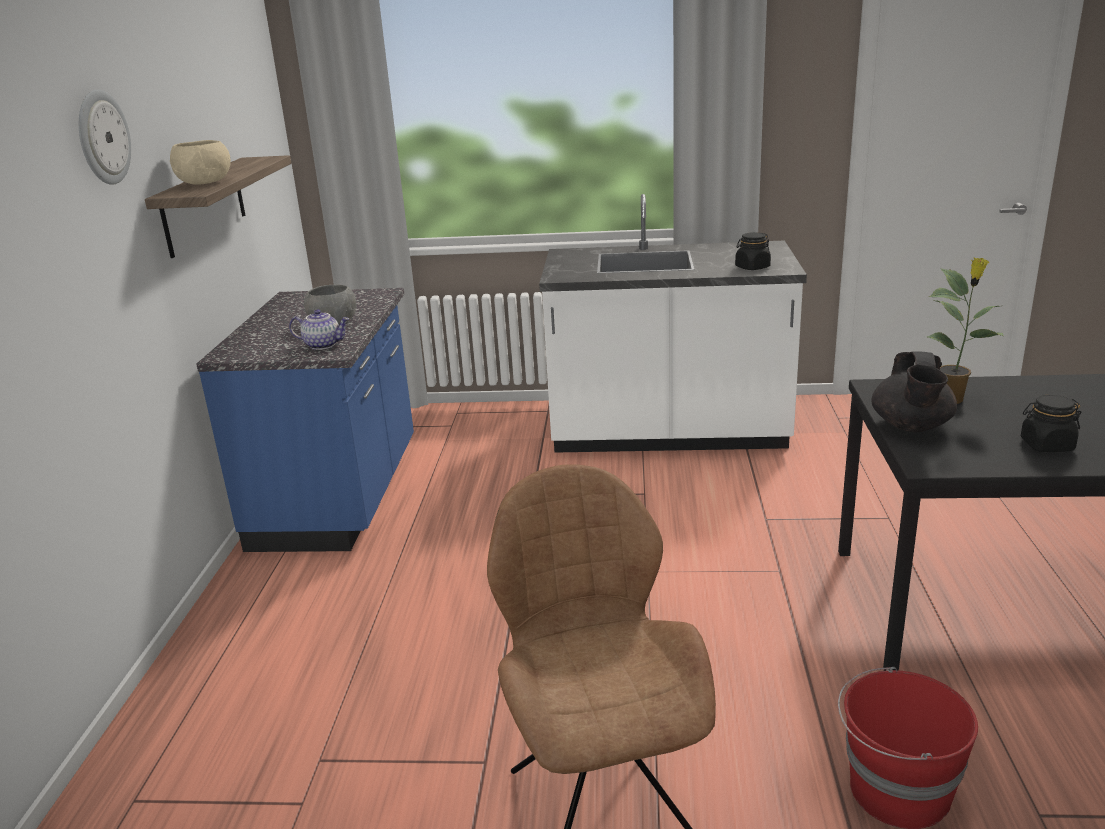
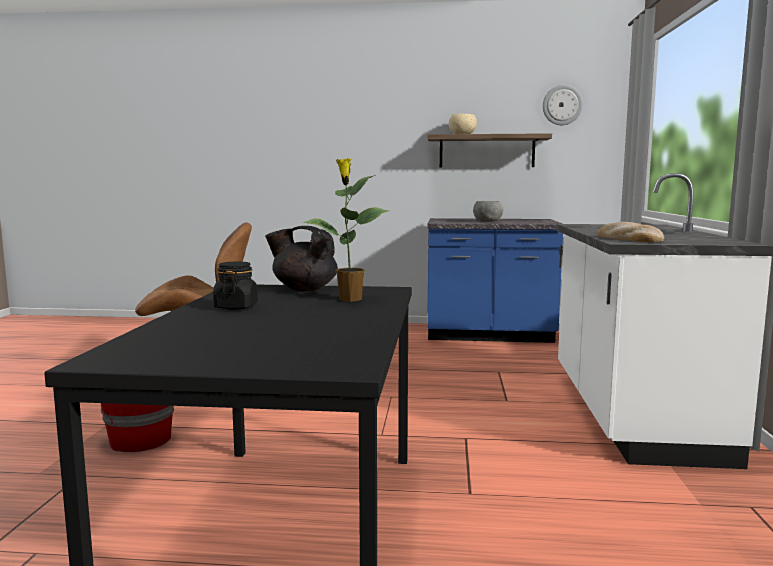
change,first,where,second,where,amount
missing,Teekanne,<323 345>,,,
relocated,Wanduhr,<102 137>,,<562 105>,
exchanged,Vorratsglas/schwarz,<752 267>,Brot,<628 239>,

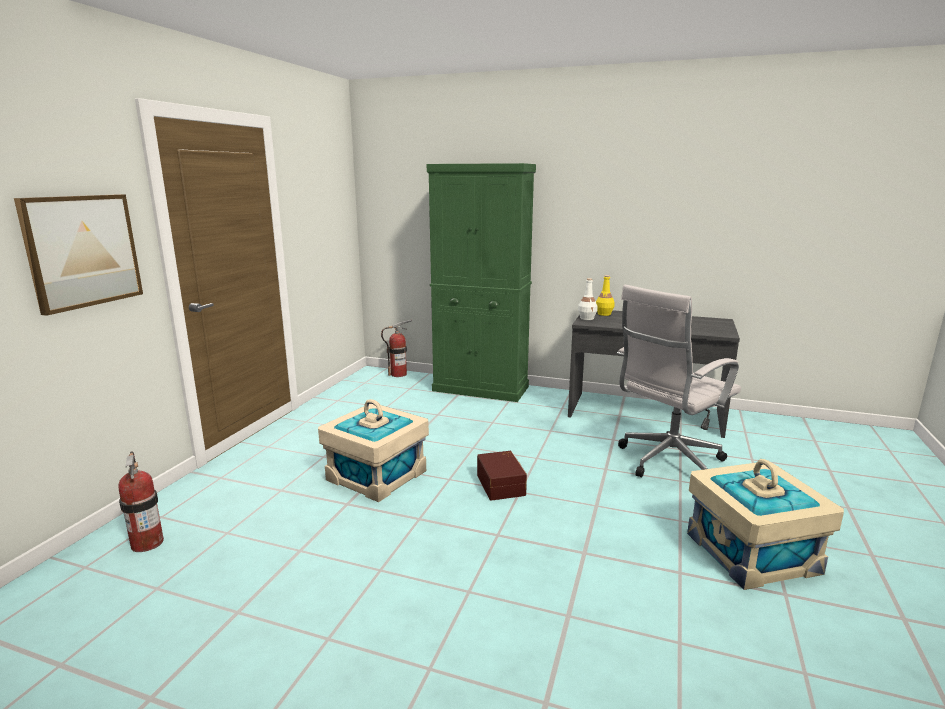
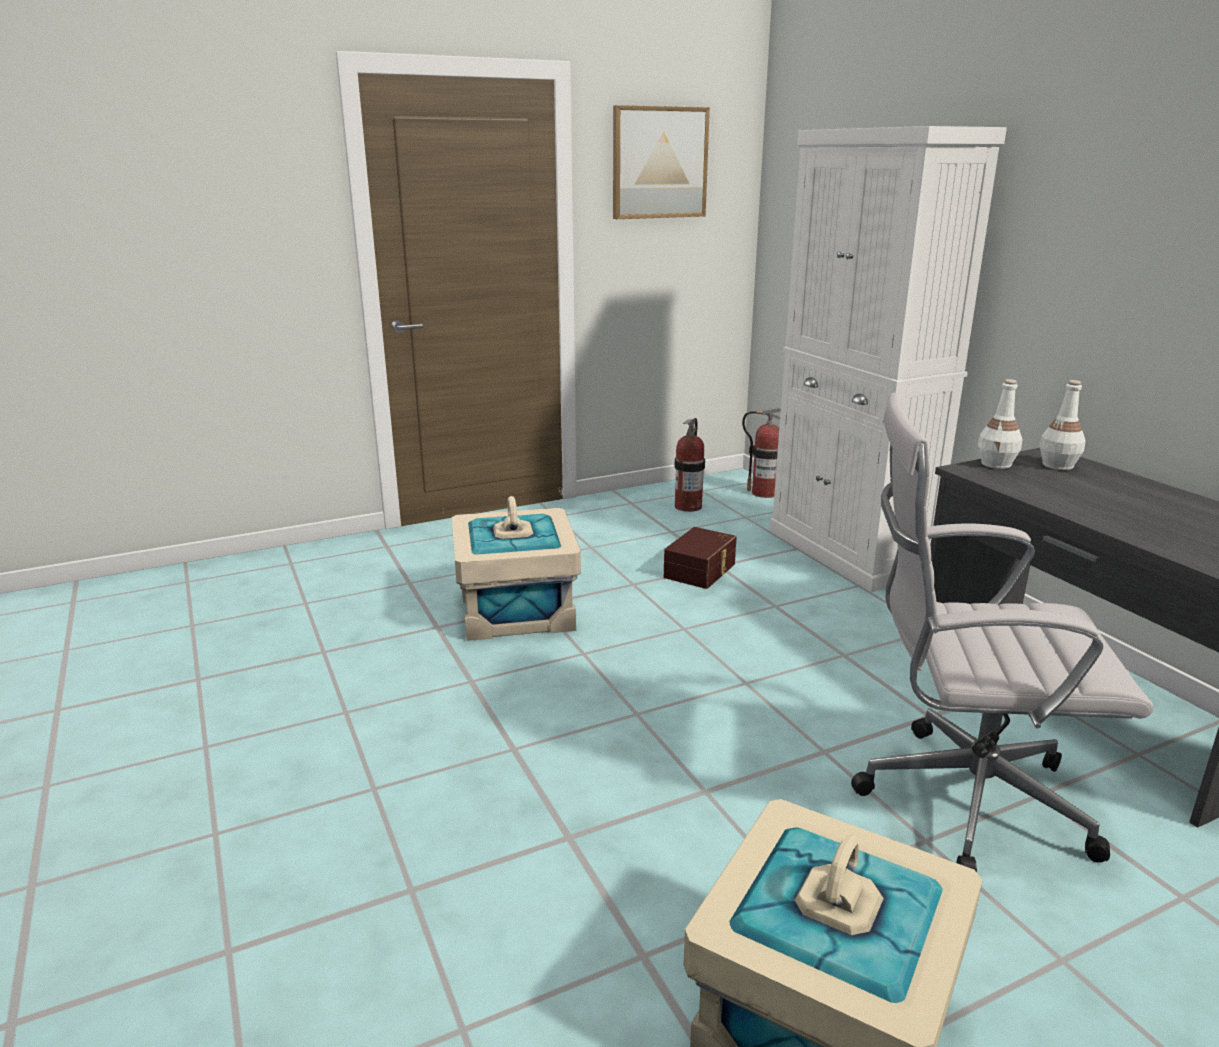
change,first,where,second,where,amount
relocated,Bild,<82 251>,,<659 163>,
relocated,Feuerlöscher,<147 543>,,<688 506>,
relocated,Aufbewahrungsbox/braun,<502 484>,,<701 571>,
colour,Schrank/grün,<481 389>,Schrank/weiß,<848 552>,
colour,Flasche/gelb,<604 314>,Flasche/weiß,<1057 465>,

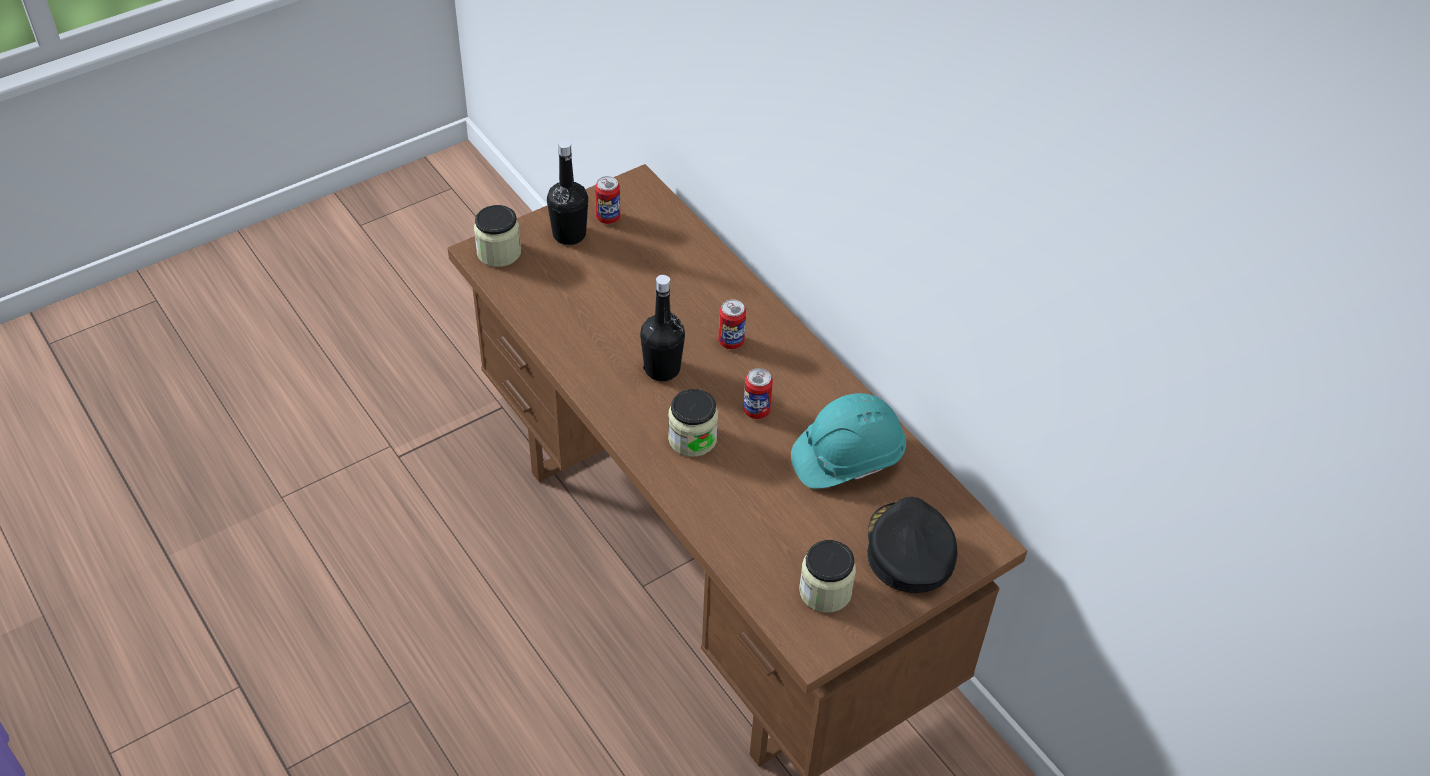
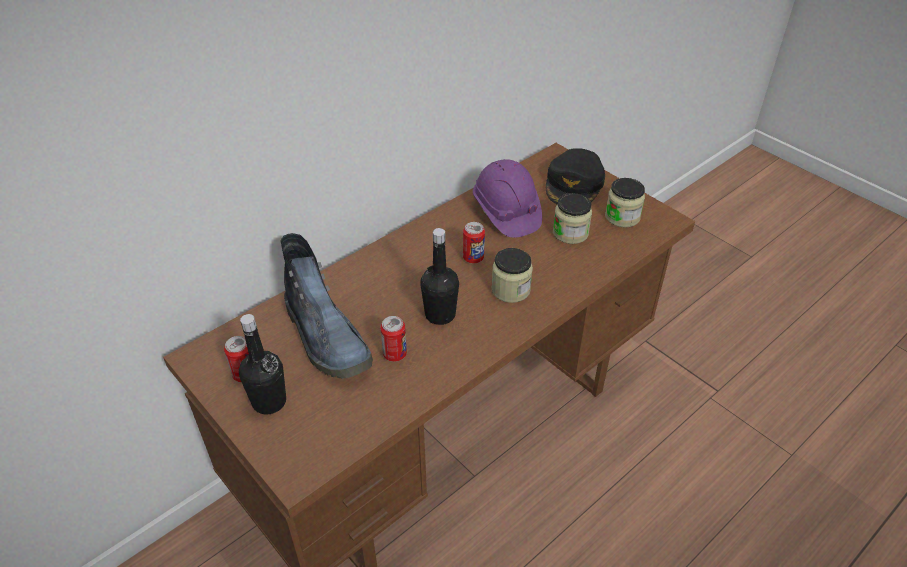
change,first,where,second,where,amount
appeared,,,Stiefel,<328 338>,
relocated,Vorratsglas,<499 252>,,<570 233>,
relocated,Dose,<731 342>,,<395 354>,
colour,Schutzhelm/türkis,<847 458>,Schutzhelm/lila,<506 212>,
spun,Kappe/schwarz,<908 550>,,<574 184>,60 degrees counterclockwise

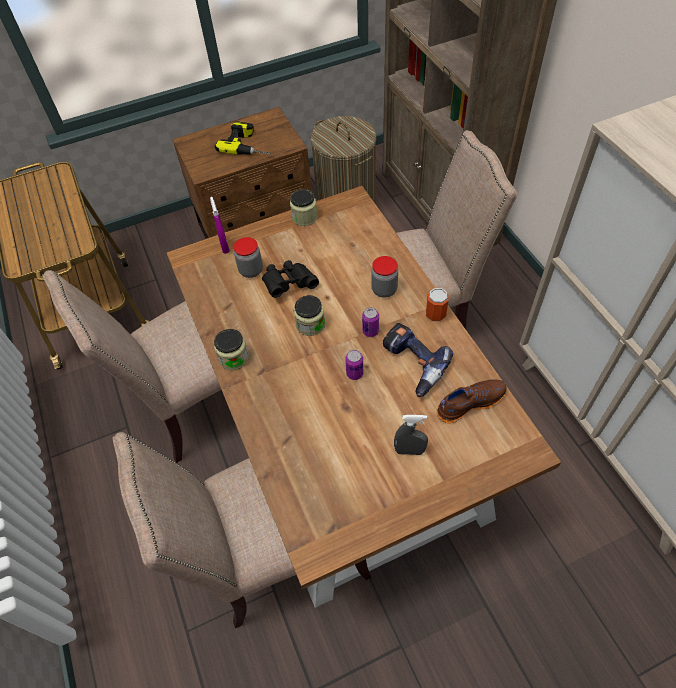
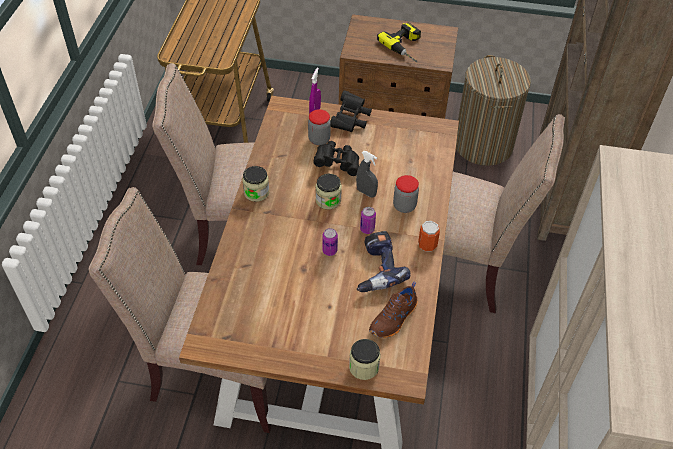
change,first,where,second,where,amount
appeared,,,Fernglas/schwarz,<350 120>,
relocated,Vorratsglas,<304 217>,,<364 367>,
relocated,Sprühflasche/grau,<409 451>,,<366 192>,
spun,Schuh/braun,<469 403>,,<394 319>,120 degrees clockwise

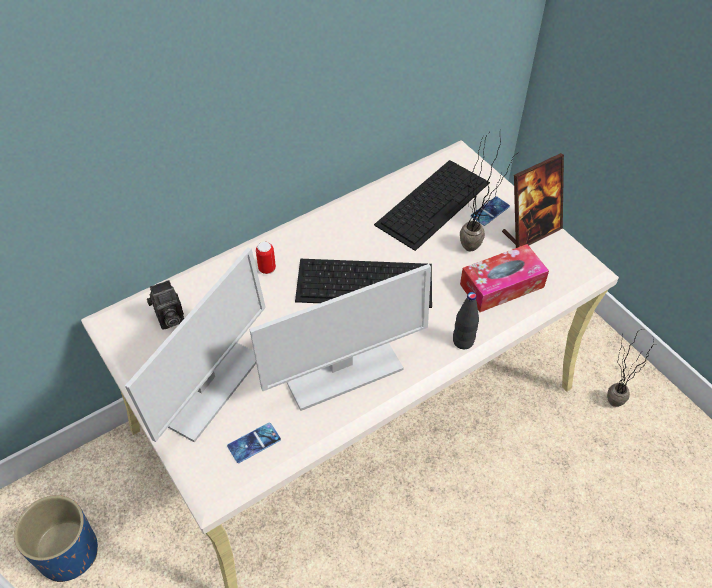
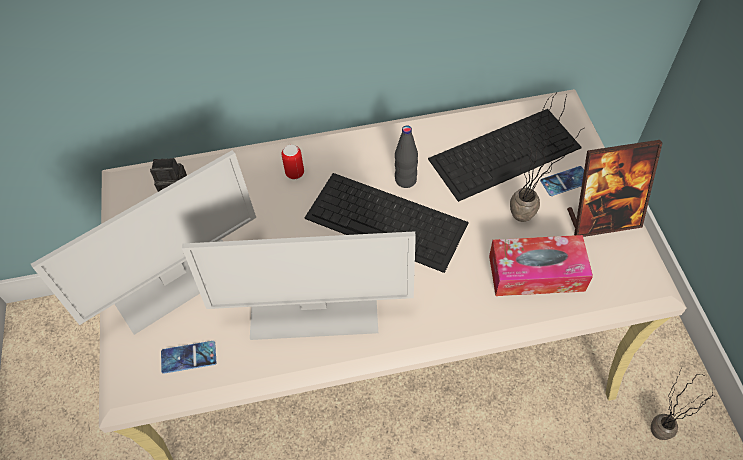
change,first,where,second,where,amount
missing,Pflanzkübel/blau,<68 553>,,,
relocated,Flasche/schwarz,<463 341>,,<405 180>,

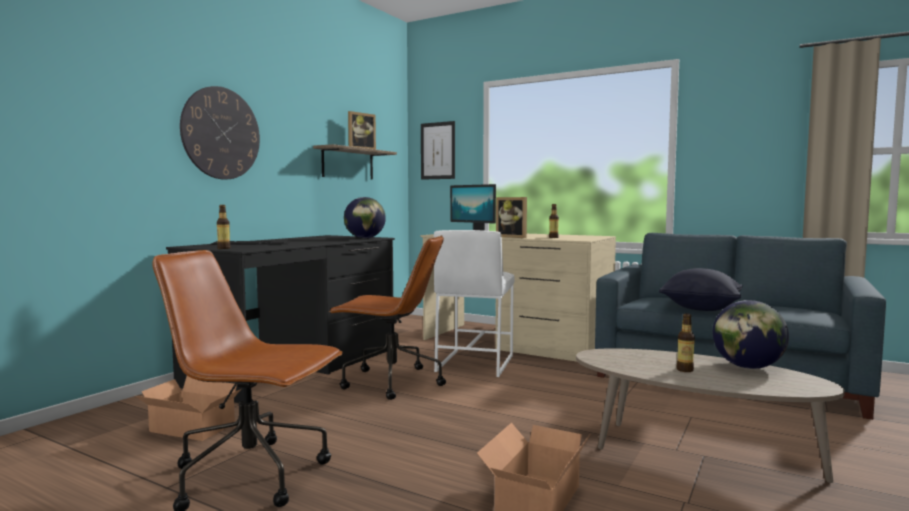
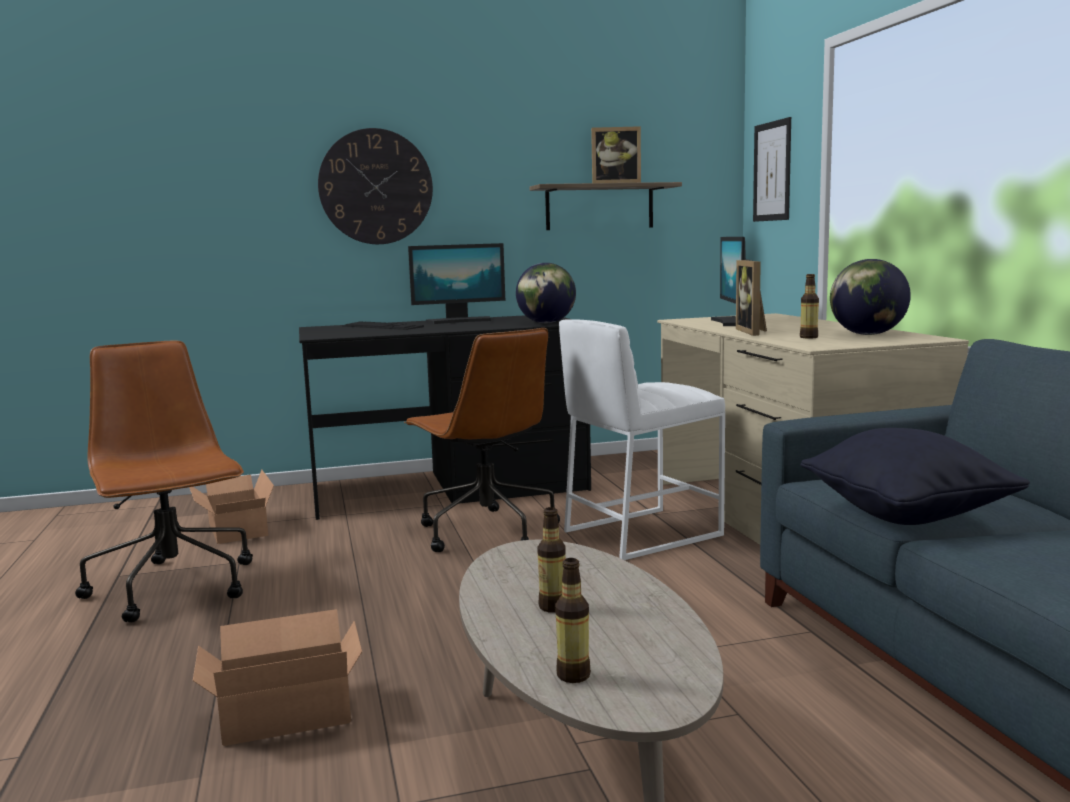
change,first,where,second,where,amount
appeared,,,Monitor,<459 321>,
relocated,Flasche,<223 248>,,<573 675>,
relocated,Globus,<747 367>,,<867 334>,

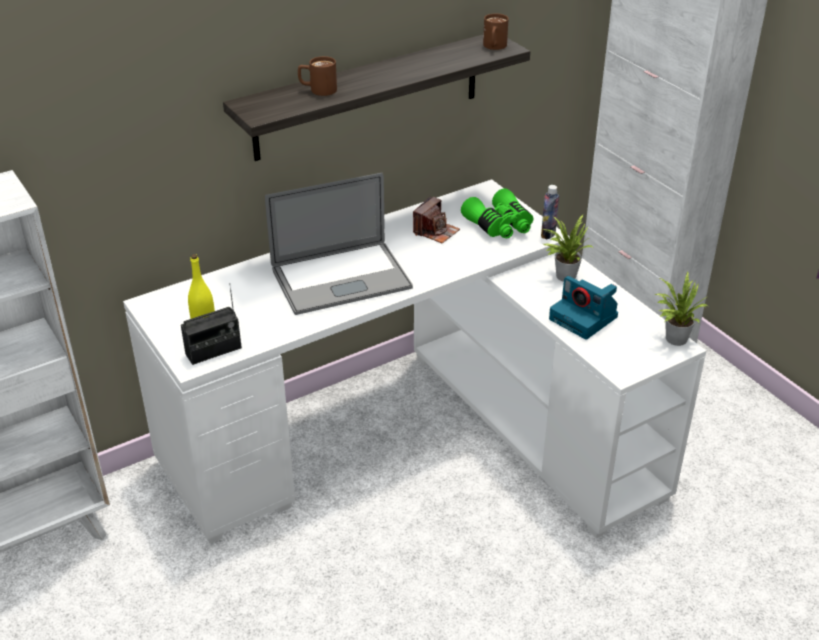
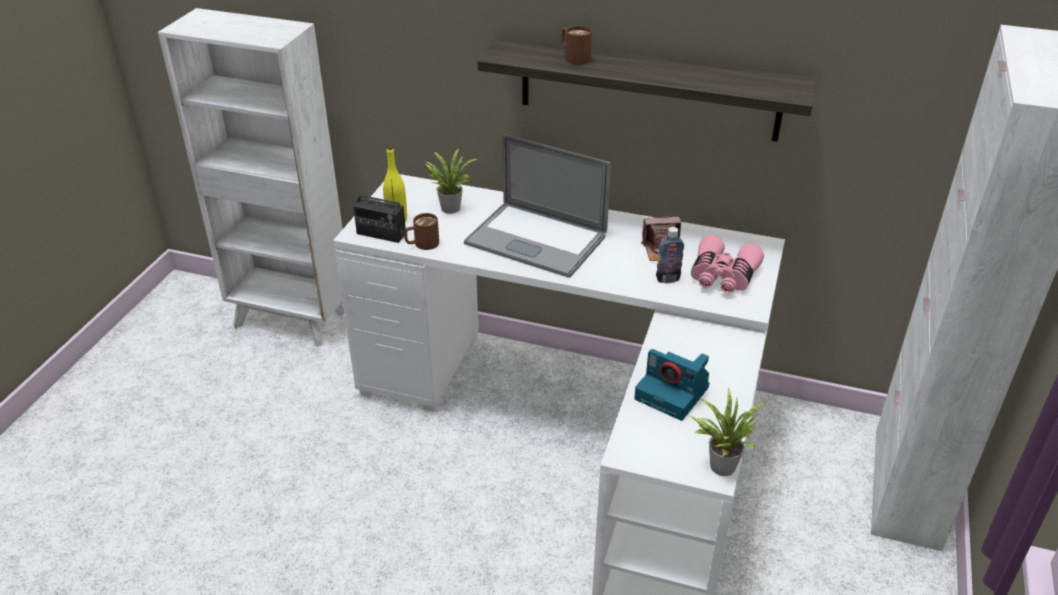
change,first,where,second,where,amount
relocated,Henkelbecher/braun,<494 47>,,<422 245>,
relocated,Flasche,<548 234>,,<668 279>,
relocated,Topfpflanze,<563 275>,,<450 207>,
colour,Fernglas/grün,<500 225>,Fernglas/rosa,<722 277>,
spun,Kamera,<585 318>,,<673 393>,60 degrees counterclockwise

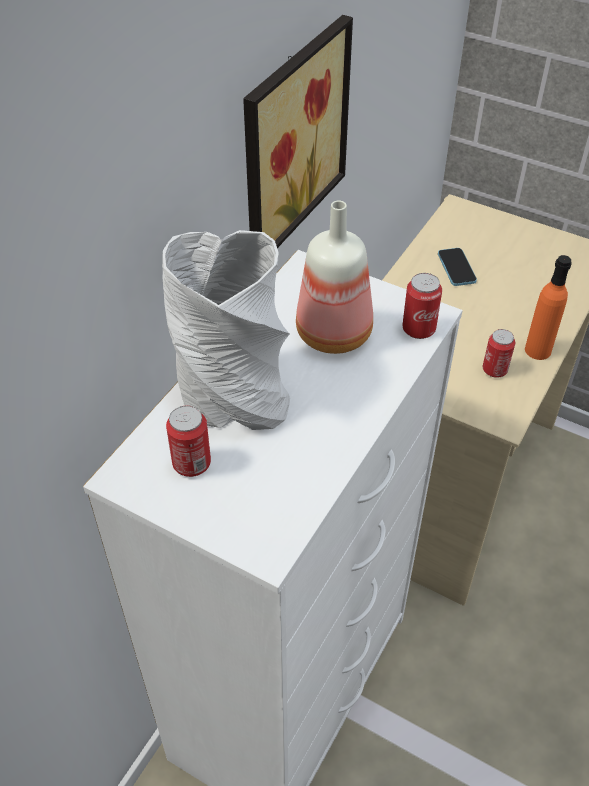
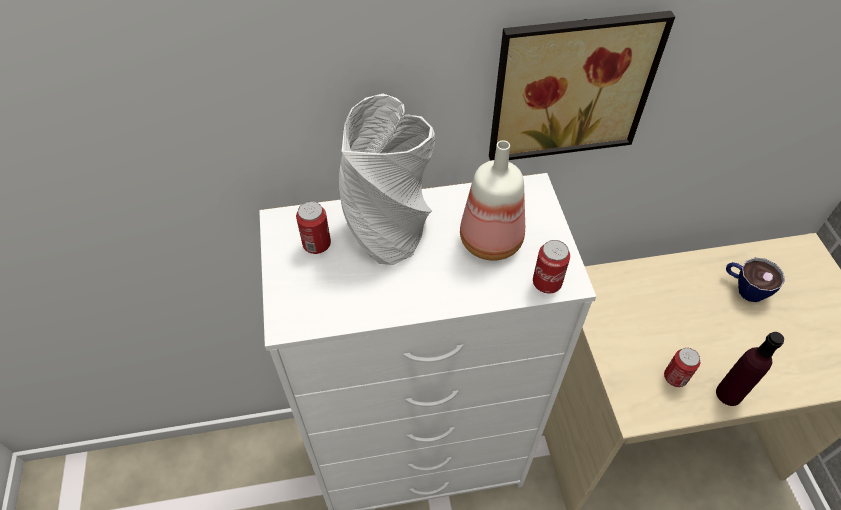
change,first,where,second,where,amount
exchanged,Handy,<456 268>,Tasse,<744 288>,
colour,Flasche/orange,<537 350>,Flasche/lila,<728 394>,

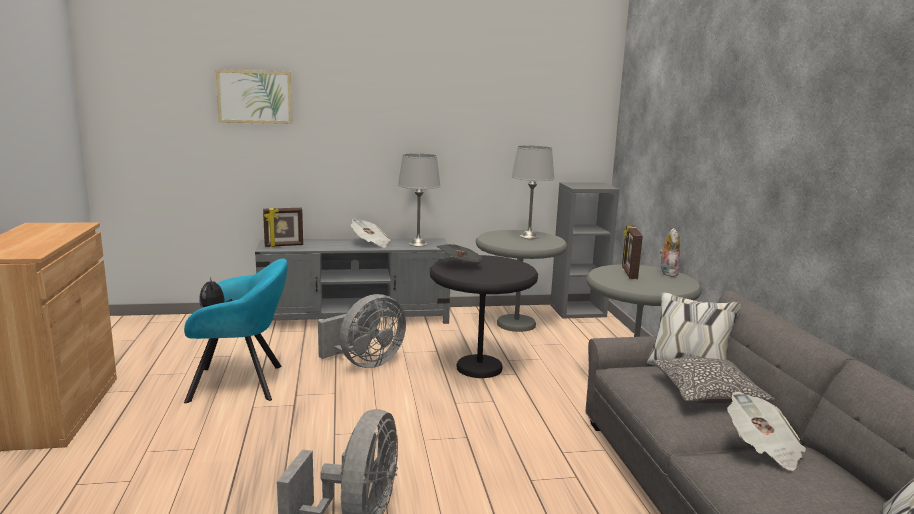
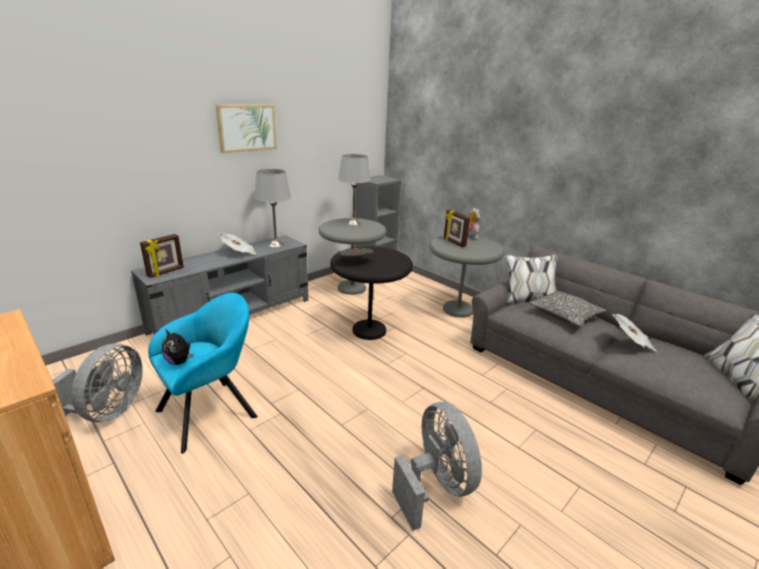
change,first,where,second,where,amount
relocated,Bild,<255 97>,,<247 128>,
relocated,Ventilator/grau,<365 363>,,<107 412>,

